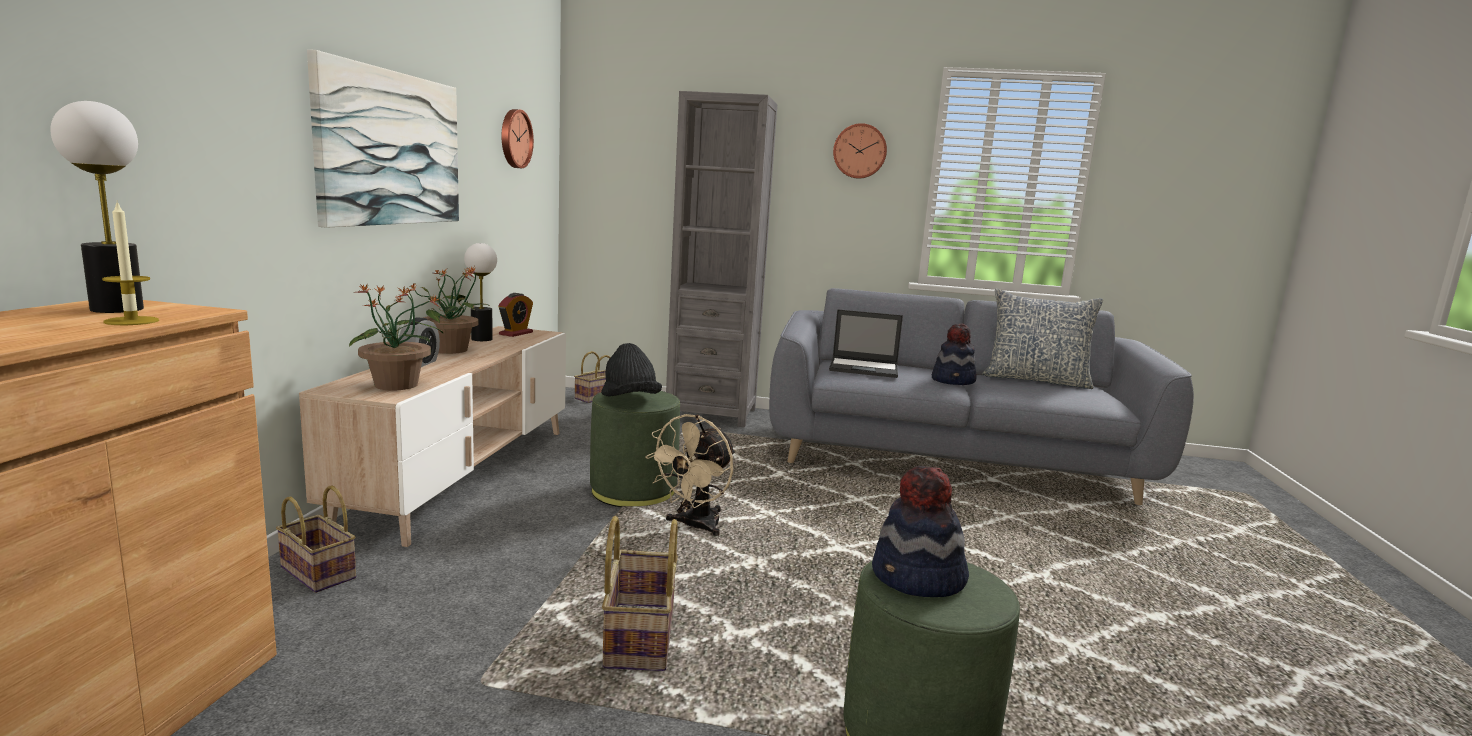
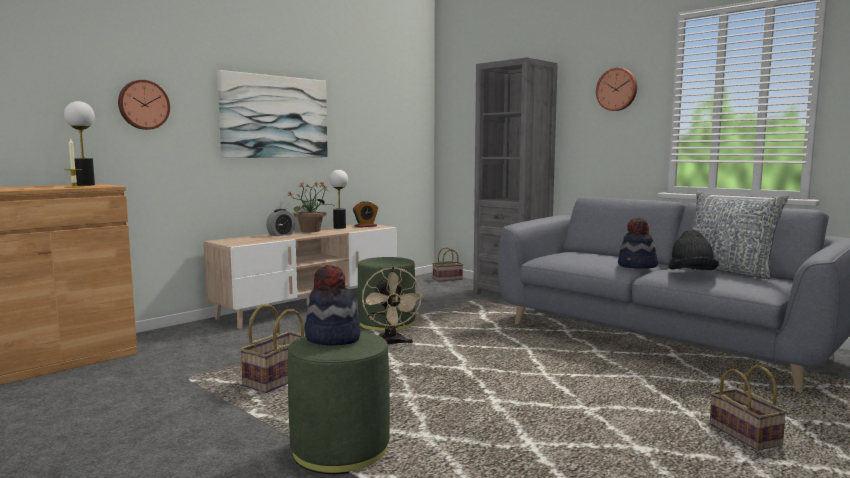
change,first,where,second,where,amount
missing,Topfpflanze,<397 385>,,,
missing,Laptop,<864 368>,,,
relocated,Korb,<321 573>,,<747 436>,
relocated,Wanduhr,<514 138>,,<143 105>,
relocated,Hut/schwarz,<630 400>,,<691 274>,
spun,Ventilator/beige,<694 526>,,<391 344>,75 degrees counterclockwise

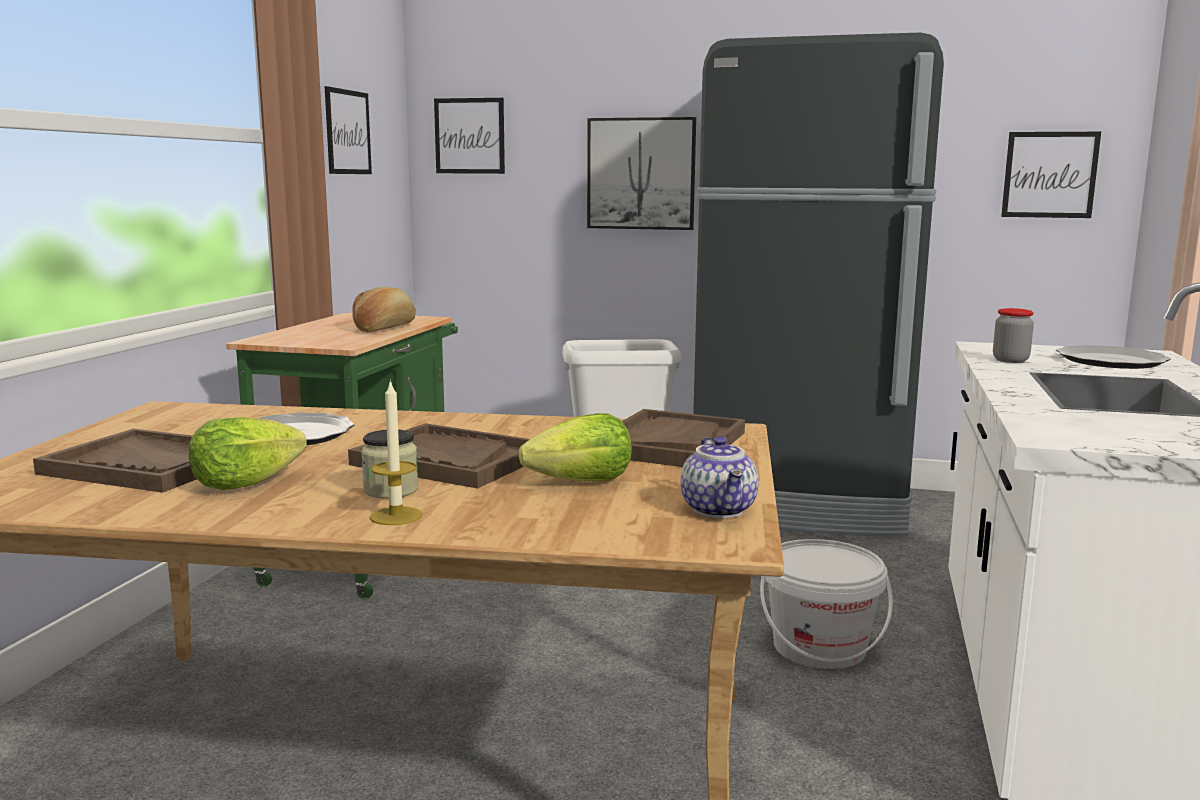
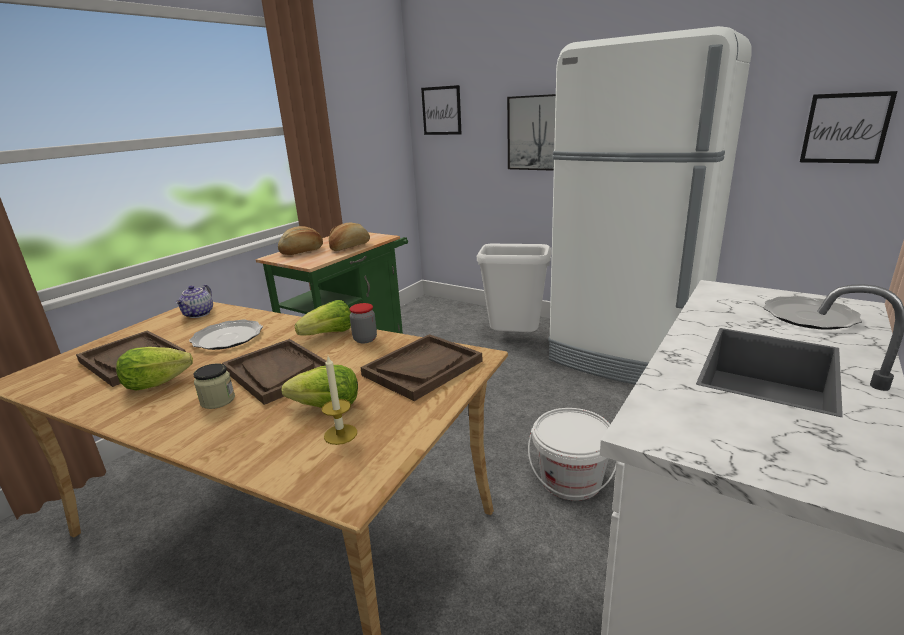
change,first,where,second,where,amount
missing,Bild,<347 132>,,,
appeared,,,Brot,<302 251>,
appeared,,,Salatkopf,<329 334>,
relocated,Kerze,<396 516>,,<340 434>,
relocated,Teekanne,<720 510>,,<199 314>,
relocated,Vorratsglas,<1010 360>,,<365 339>,
colour,Kühlschrank/schwarz,<802 505>,Kühlschrank/weiß,<627 357>,

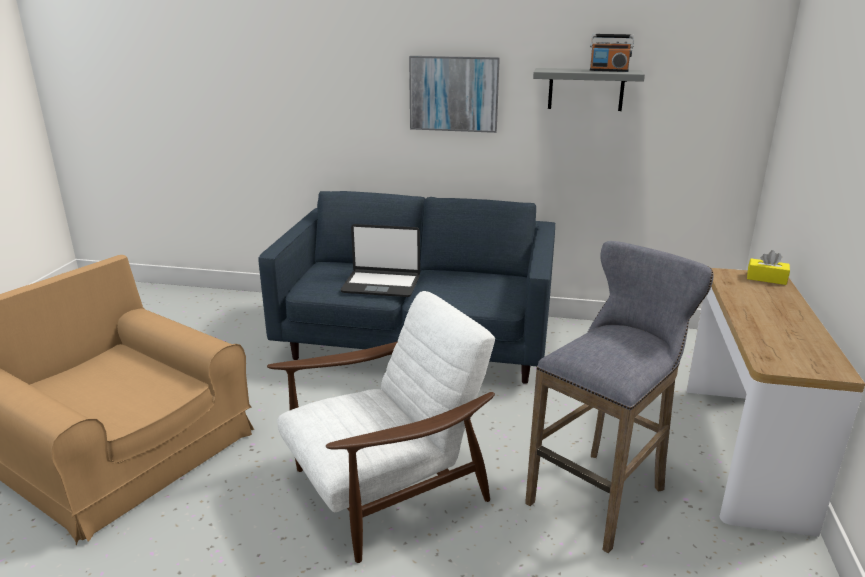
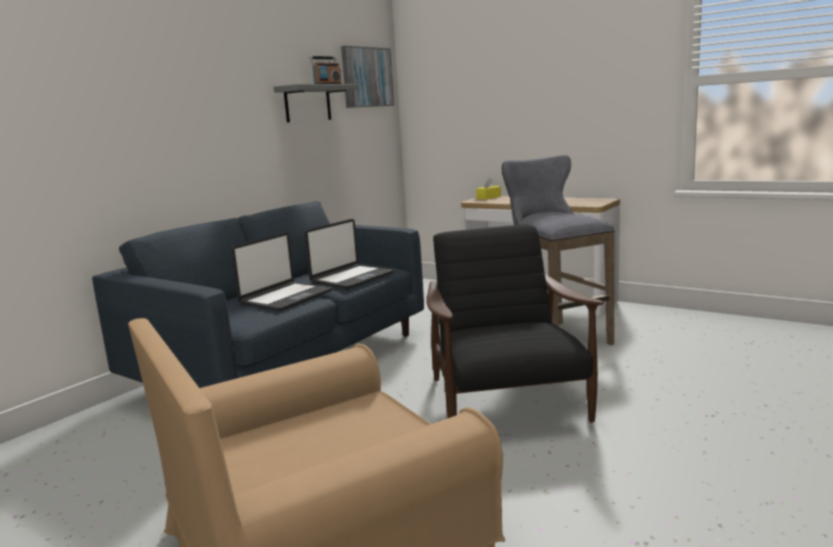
change,first,where,second,where,amount
appeared,,,Laptop,<351 278>,
relocated,Bild,<454 93>,,<367 77>,
colour,Sessel/weiß,<385 489>,Sessel/schwarz,<507 402>,

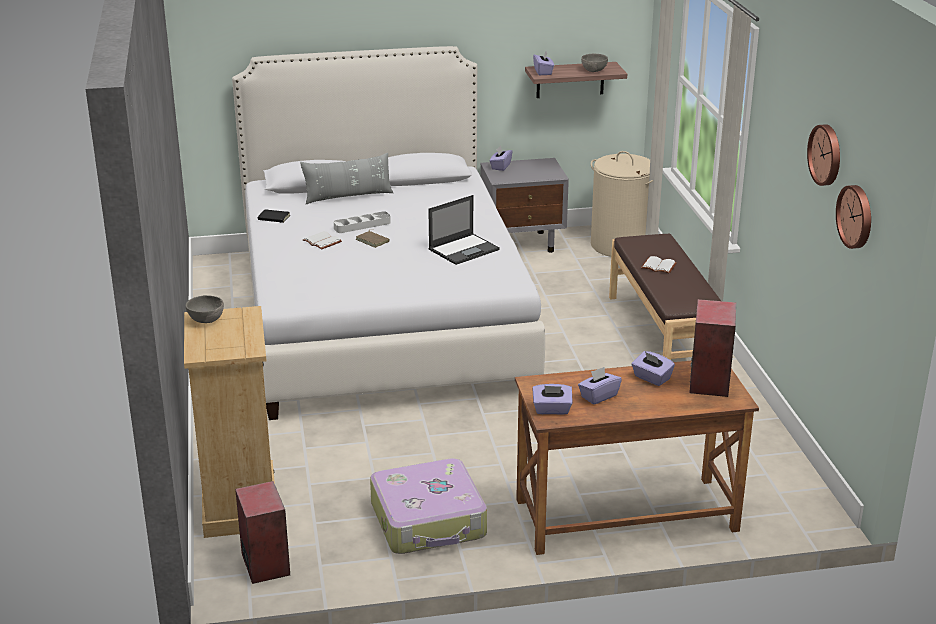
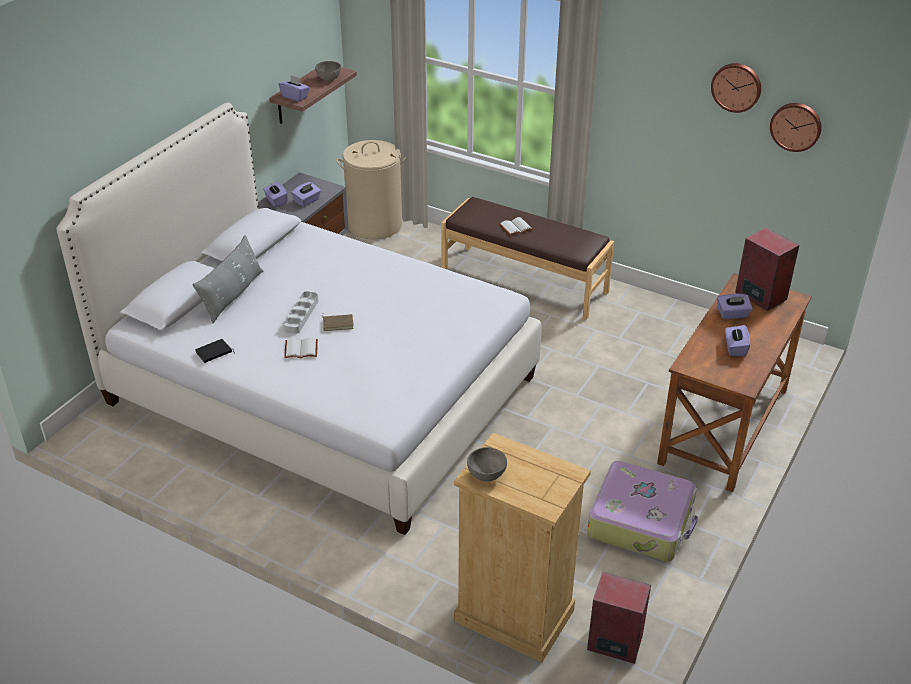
change,first,where,second,where,amount
missing,Laptop,<464 249>,,,
relocated,Taschentuchbox/lila,<552 410>,,<307 201>,

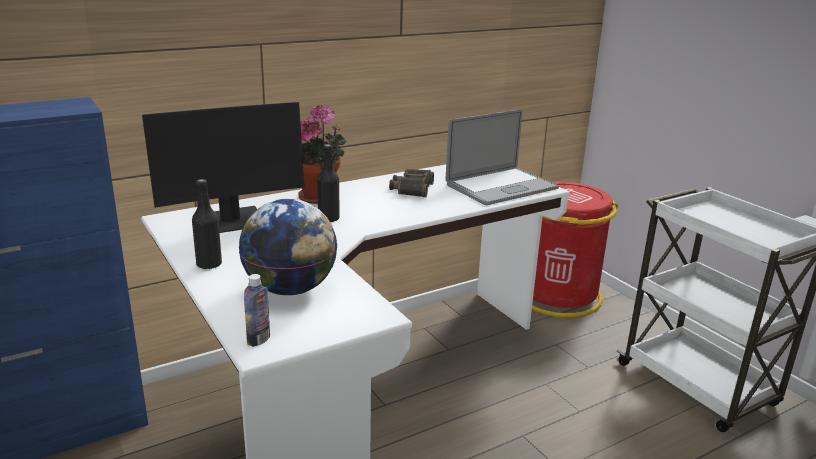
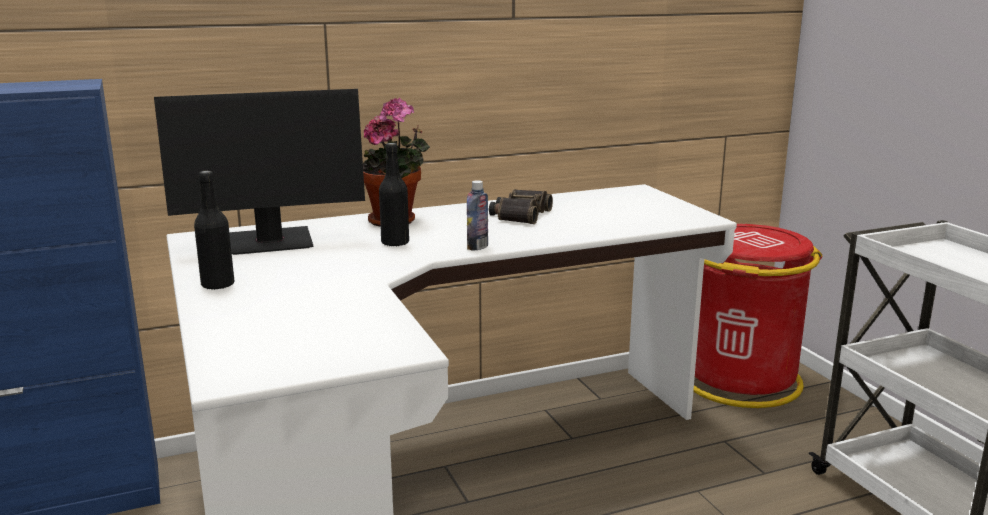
change,first,where,second,where,amount
missing,Globus,<290 289>,,,
missing,Laptop,<501 186>,,,
relocated,Flasche,<258 339>,,<477 247>,

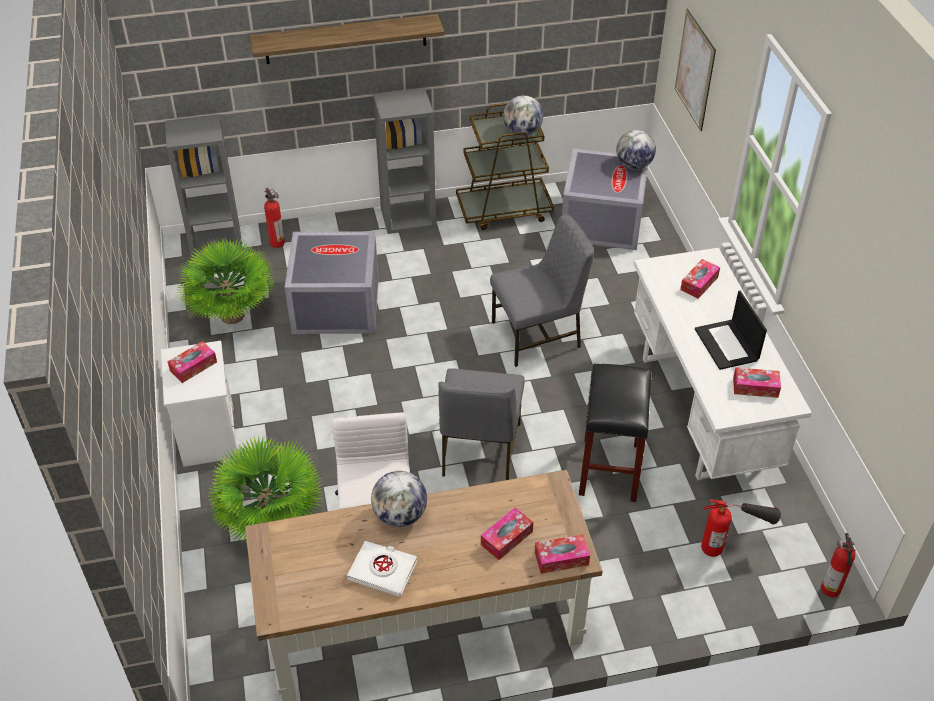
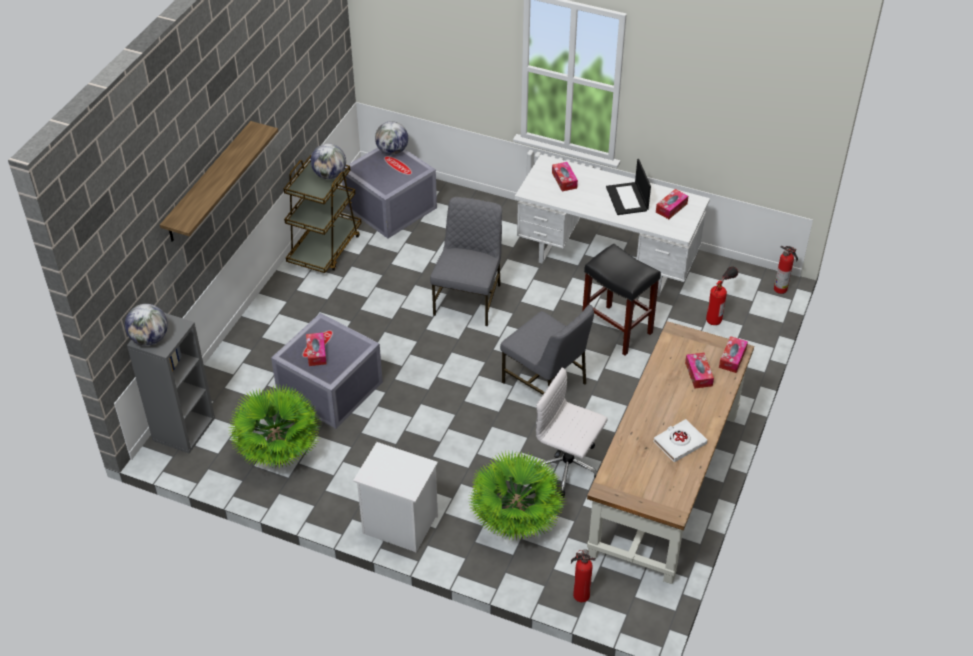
change,first,where,second,where,amount
missing,Bücherregal/grau,<408 217>,,,
missing,Bild,<694 70>,,,
relocated,Taschentuchbox,<193 366>,,<316 353>,
relocated,Feuerlöscher,<276 242>,,<580 595>,
relocated,Globus,<400 515>,,<150 339>,
spun,Laptop,<727 345>,,<627 199>,60 degrees clockwise

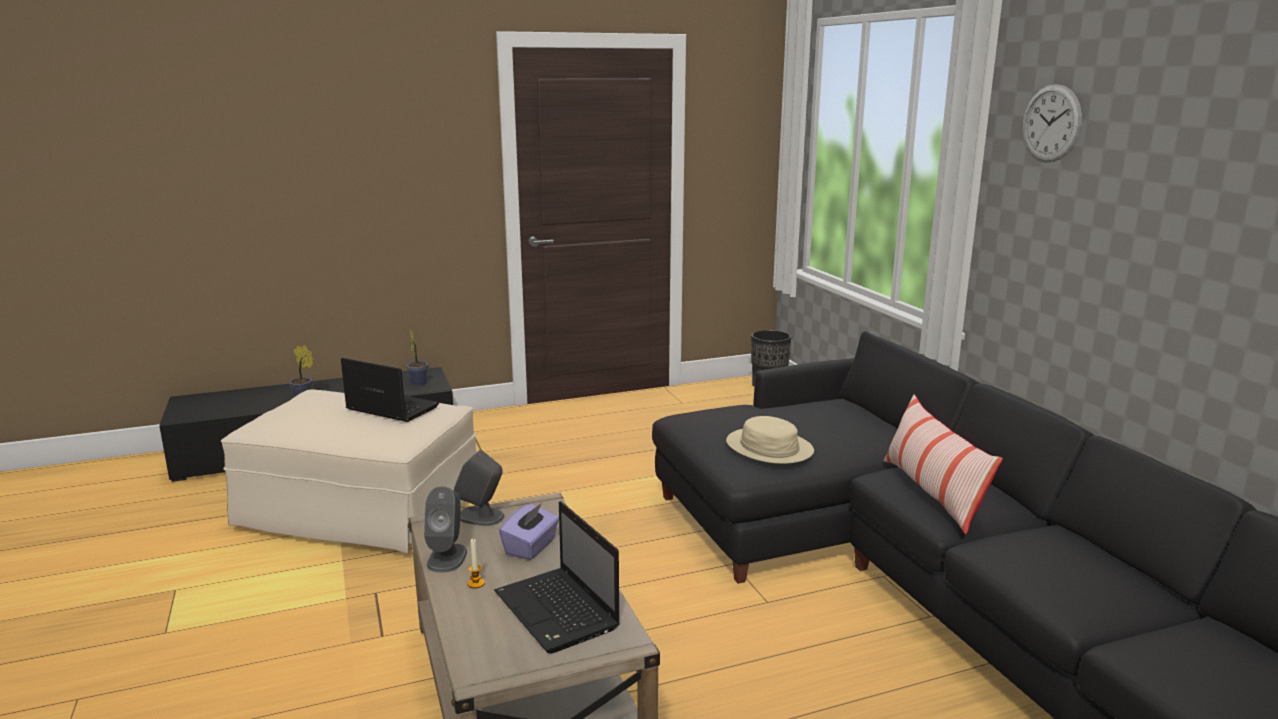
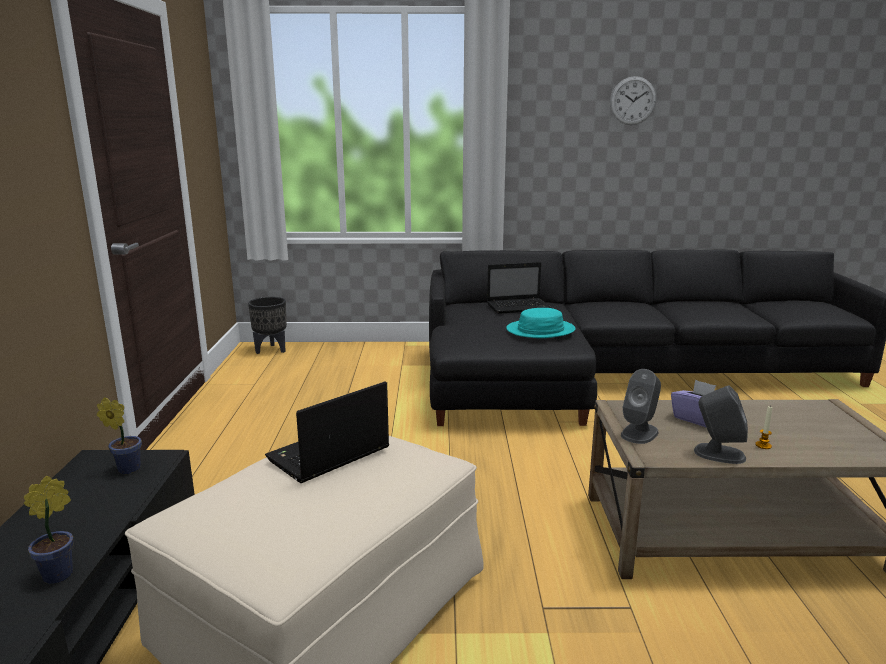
change,first,where,second,where,amount
missing,Kissen,<932 493>,,,
relocated,Laptop,<558 612>,,<520 307>,
relocated,Wanduhr,<1051 123>,,<633 101>,
colour,Hut/beige,<769 448>,Hut/türkis,<540 330>,

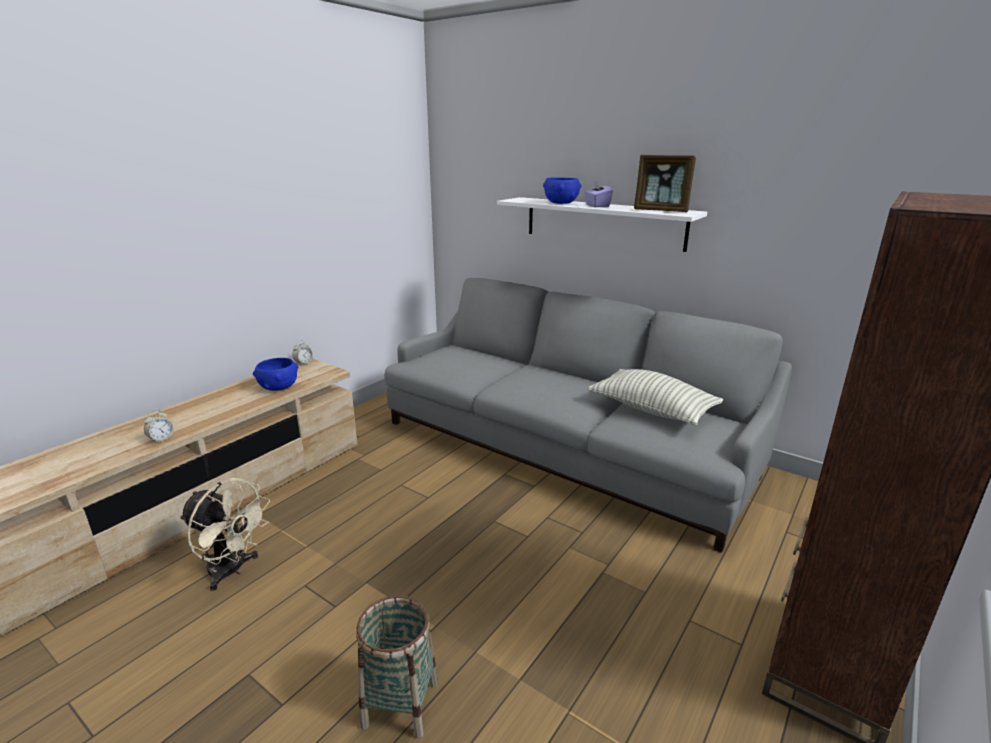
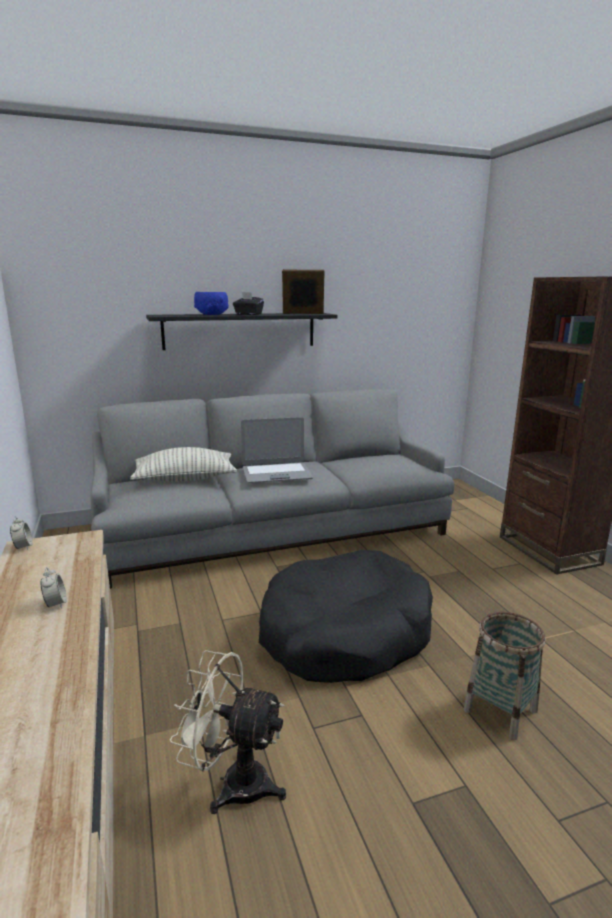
change,first,where,second,where,amount
missing,Schüssel/blau,<278 387>,,,
appeared,,,Laptop,<276 474>,
appeared,,,Hundebett/schwarz,<345 633>,
relocated,Wecker,<161 439>,,<56 604>,
relocated,Kissen,<652 410>,,<185 479>,
colour,Wandregal/weiß,<603 223>,Wandregal/schwarz,<240 330>,
colour,Taschentuchbox/lila,<597 206>,Taschentuchbox/schwarz,<248 314>,
spun,Ventilator/beige,<232 571>,,<233 782>,135 degrees counterclockwise
spun,Bilderrahmen,<661 211>,,<303 313>,150 degrees counterclockwise

